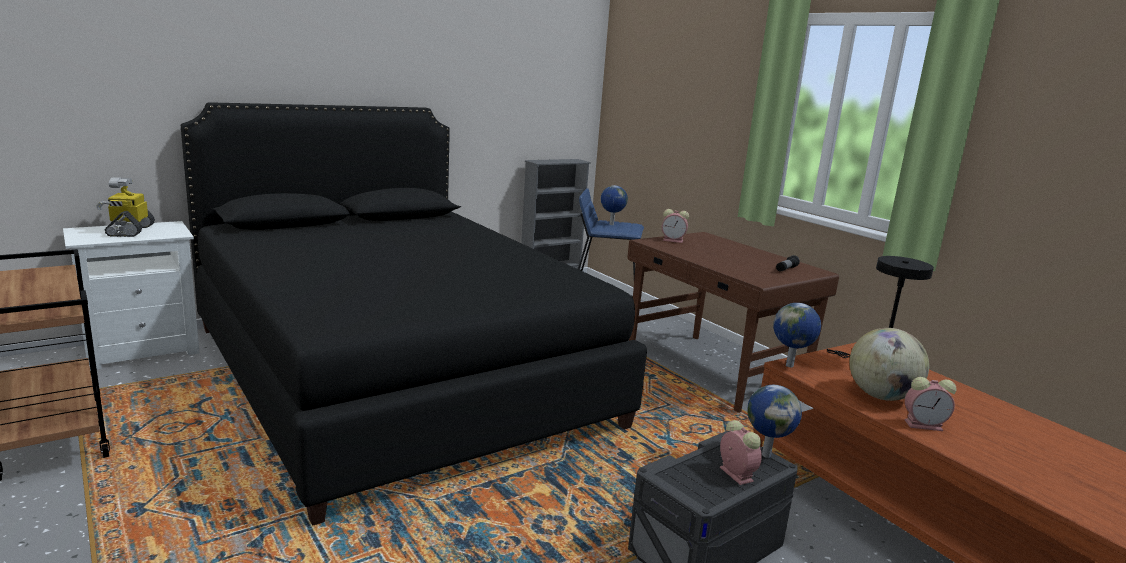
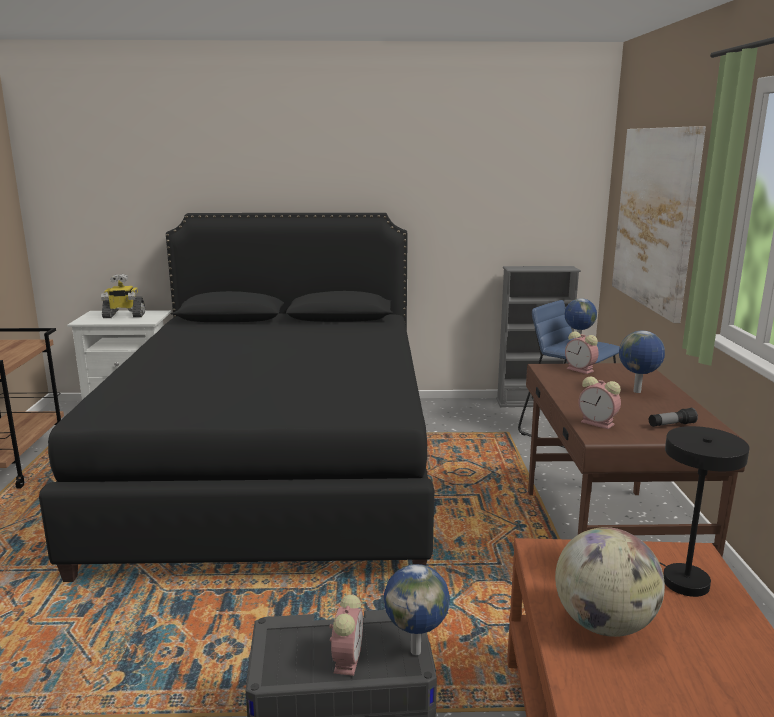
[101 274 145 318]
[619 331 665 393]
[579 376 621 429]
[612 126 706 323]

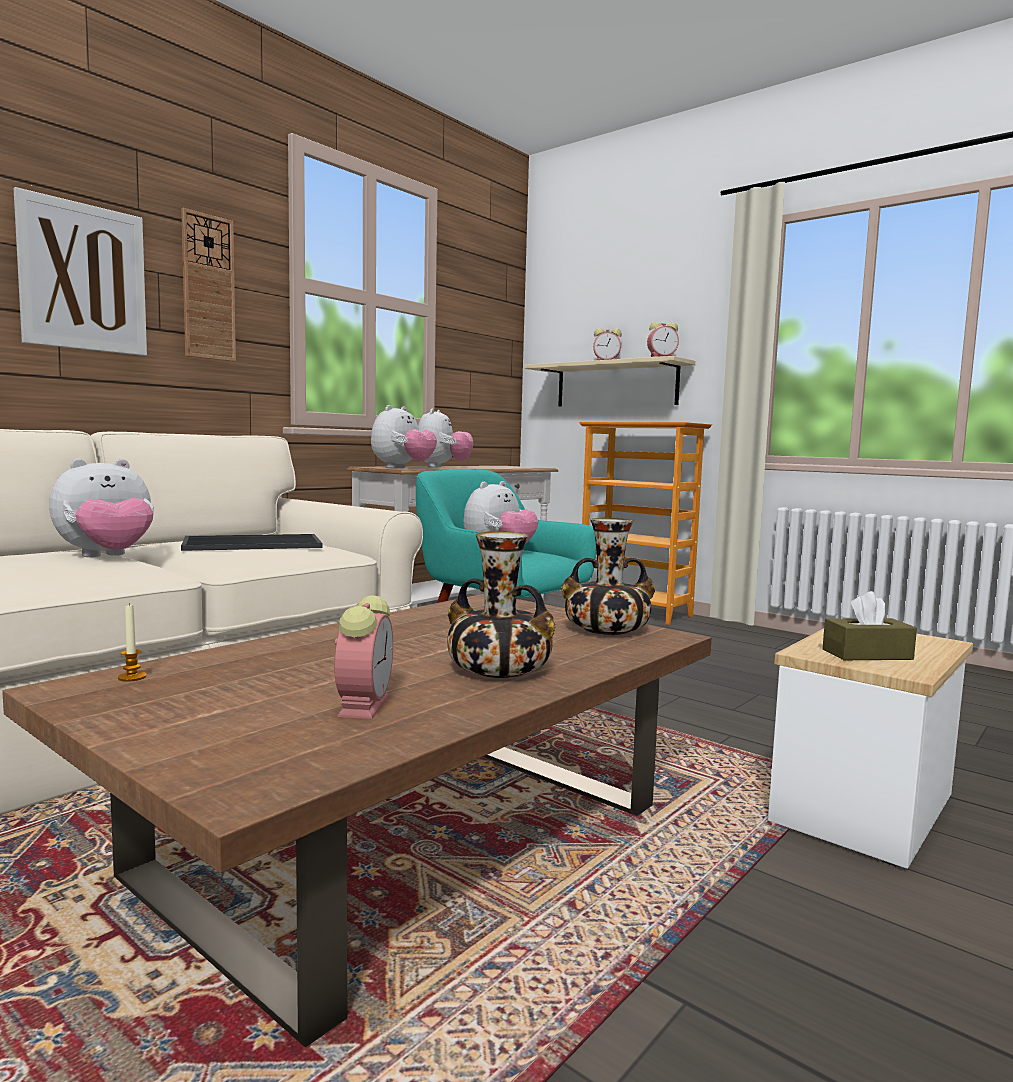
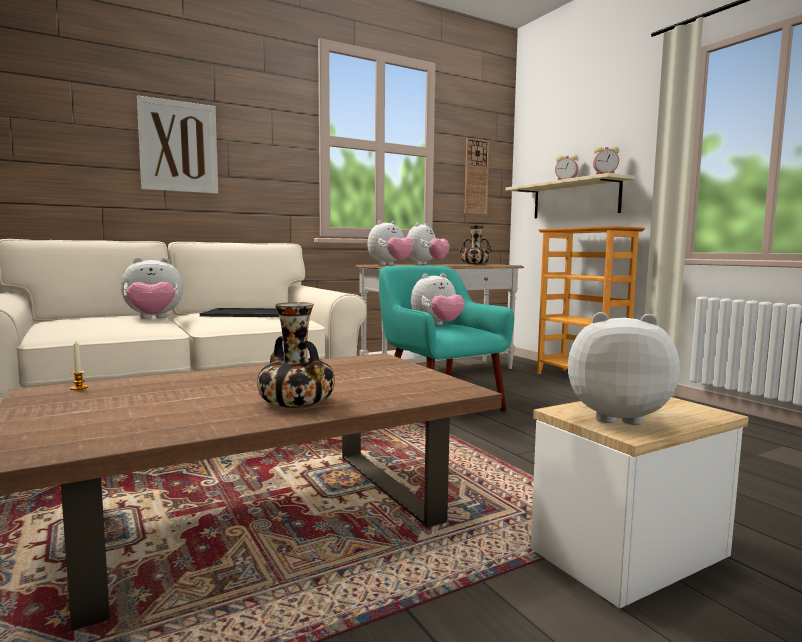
[464 138 489 215]
[459 225 493 265]
[568 312 680 425]
[334 596 393 719] (first image)

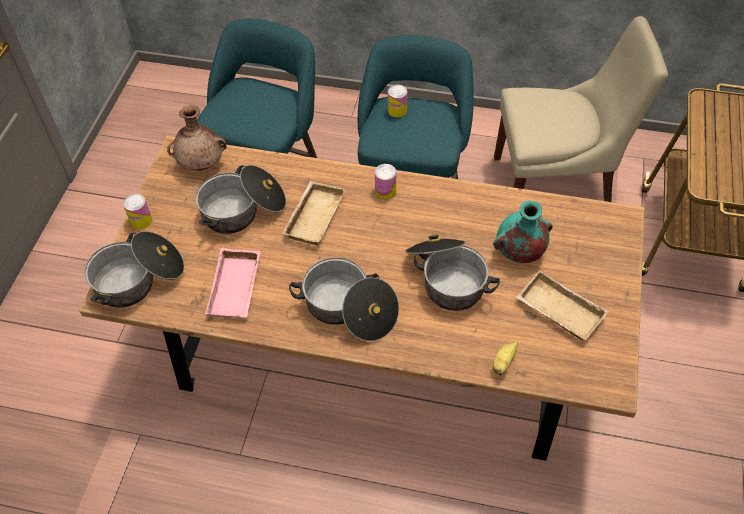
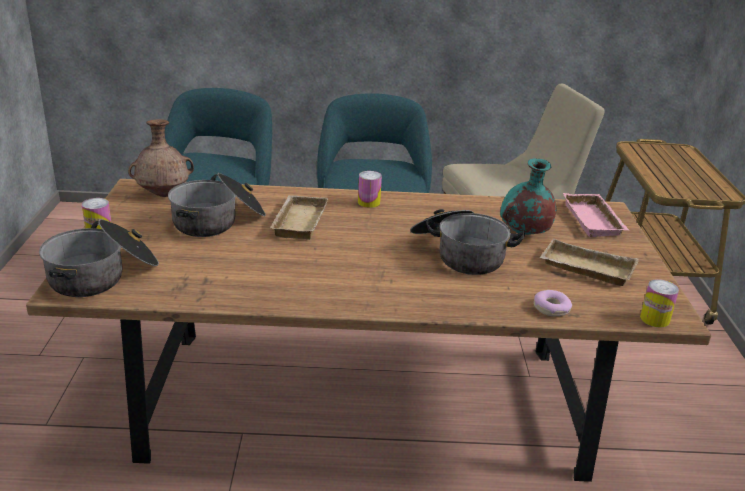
[640 279 679 328]
[563 193 629 237]
[289 257 399 341] (first image)
[534 290 572 316]

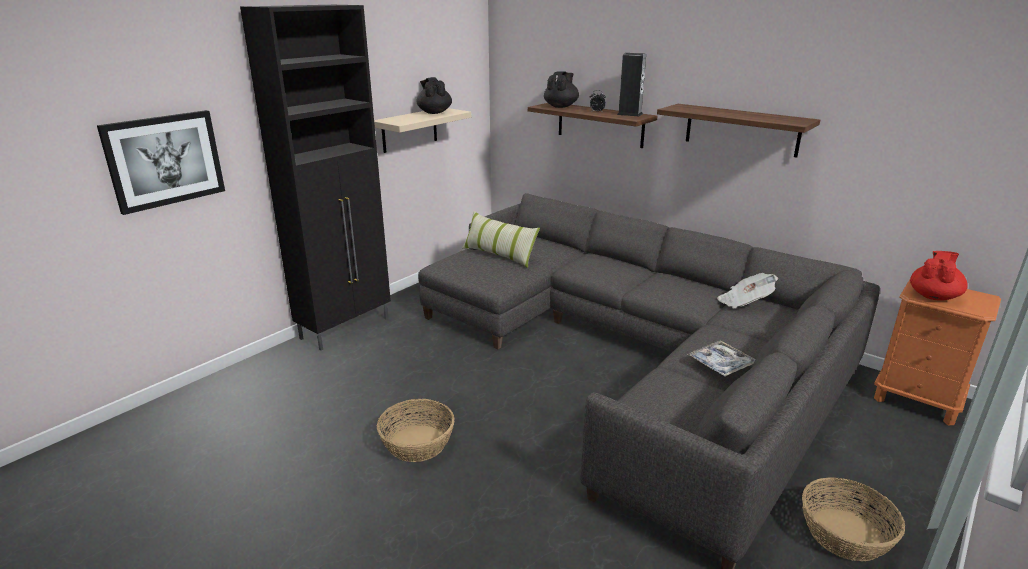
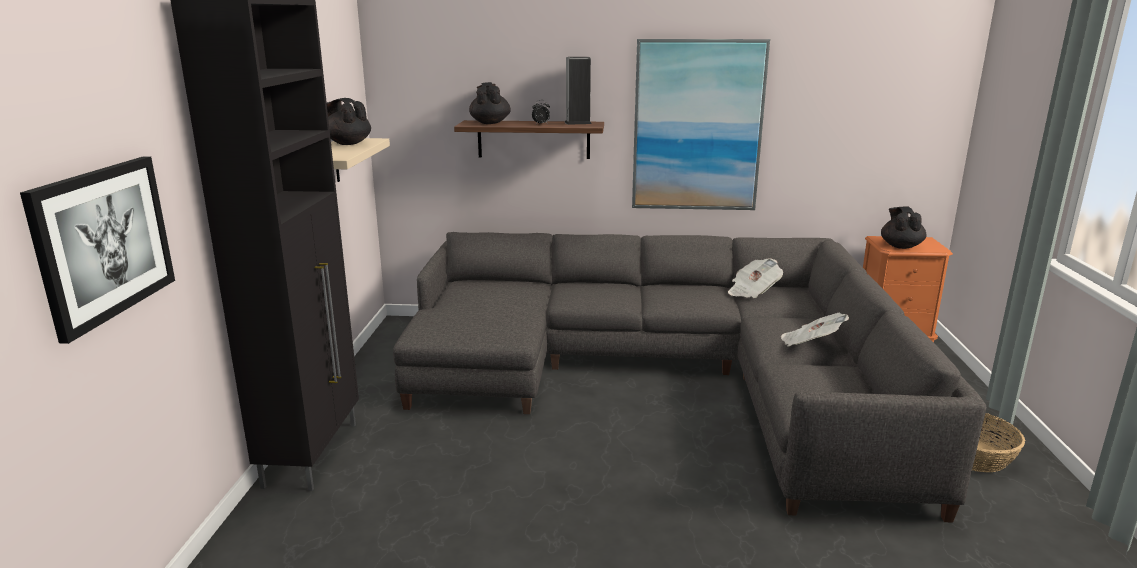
[632 39 770 210]
[462 211 540 268] (first image)
[881 207 926 249]
[781 313 849 347]
[377 399 455 462] (first image)

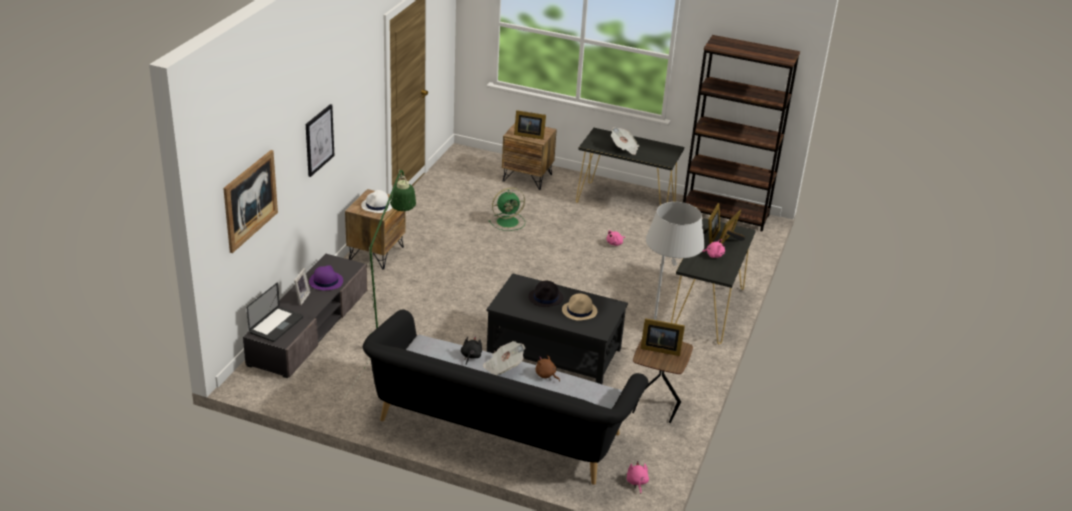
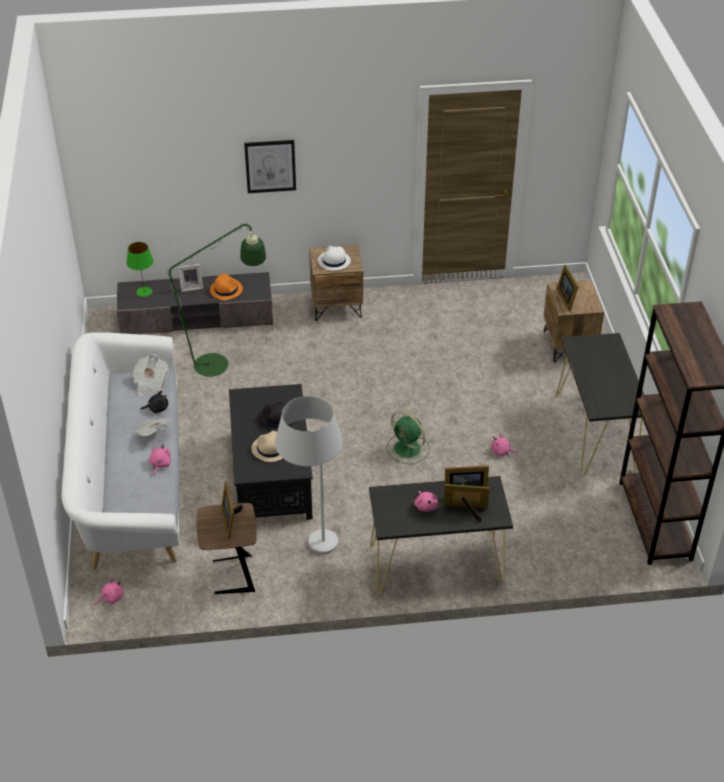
[132 354 169 396]
[223 150 278 253] (first image)
[386 411 430 464]
[210 274 243 300]
[127 242 154 297]
[62 332 179 570]
[149 445 171 476]

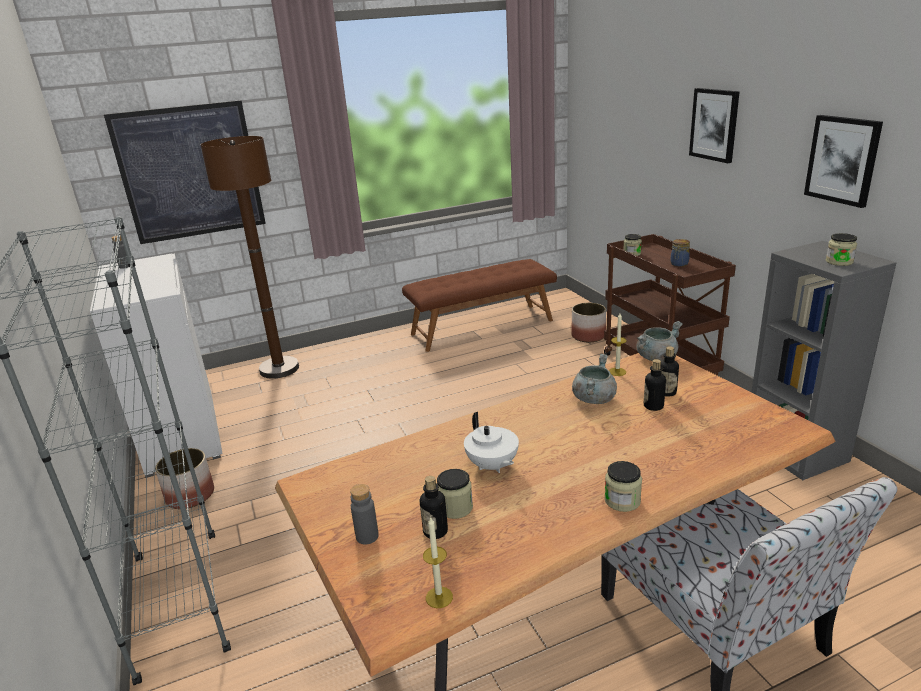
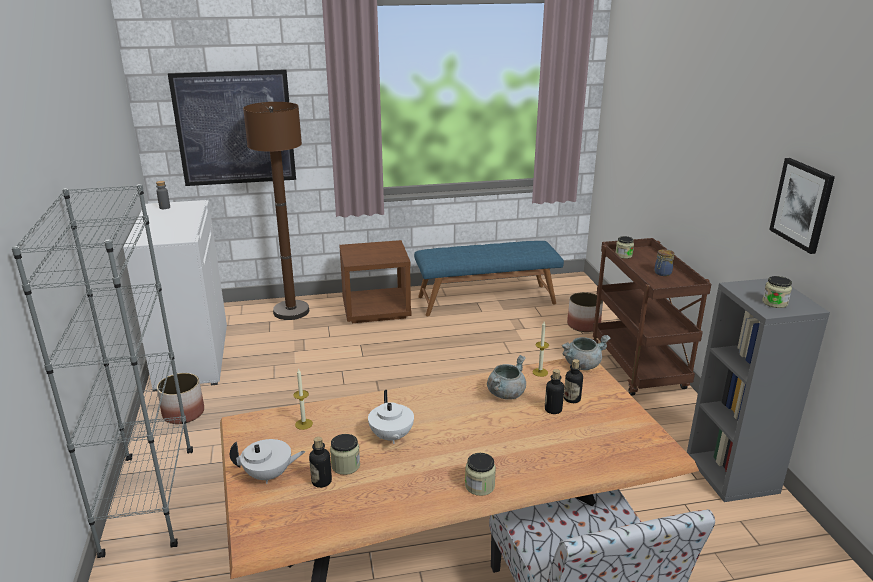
[689 88 740 163] (first image)
[414 241 564 316]
[230 439 305 484]
[293 368 313 430]
[339 240 412 323]

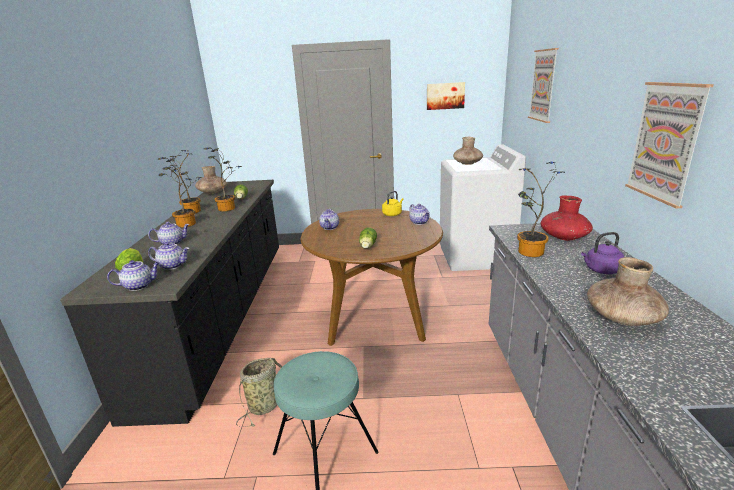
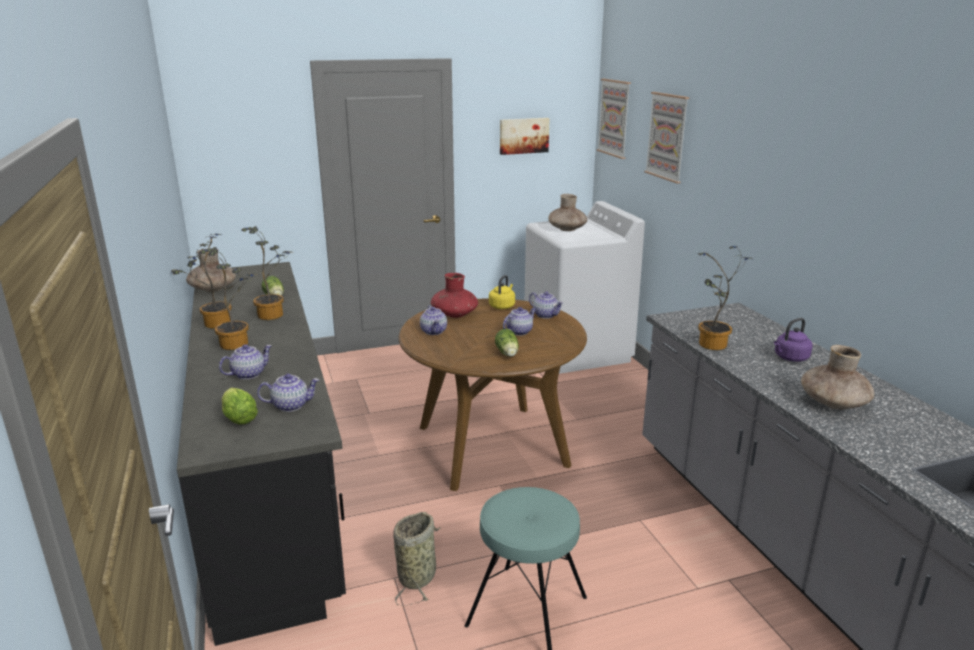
[597 79 631 159]
[431 273 478 318]
[503 307 536 336]

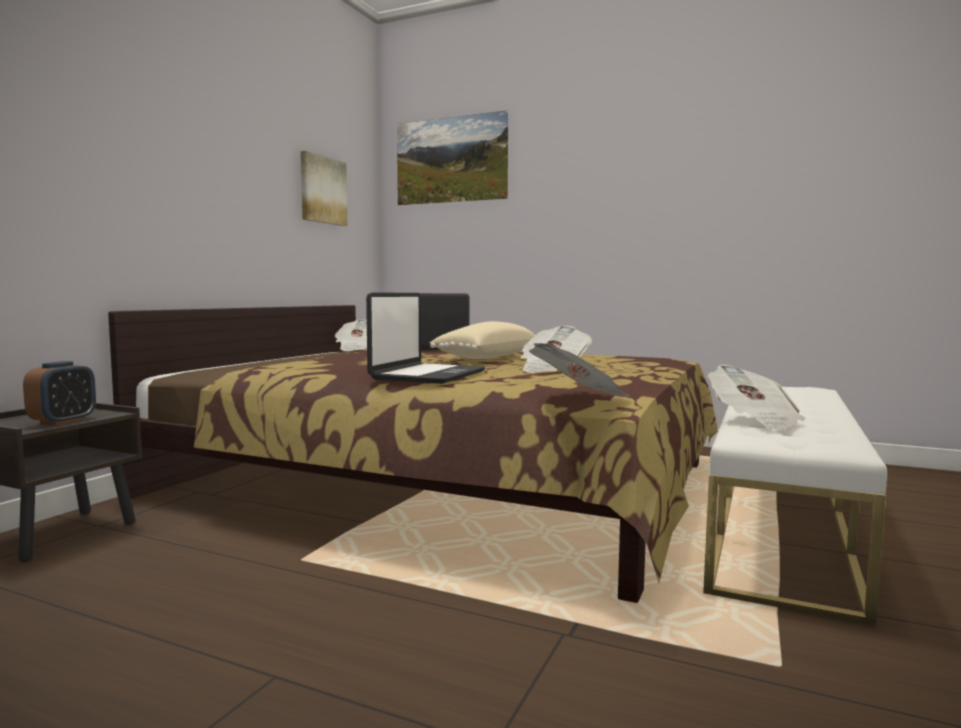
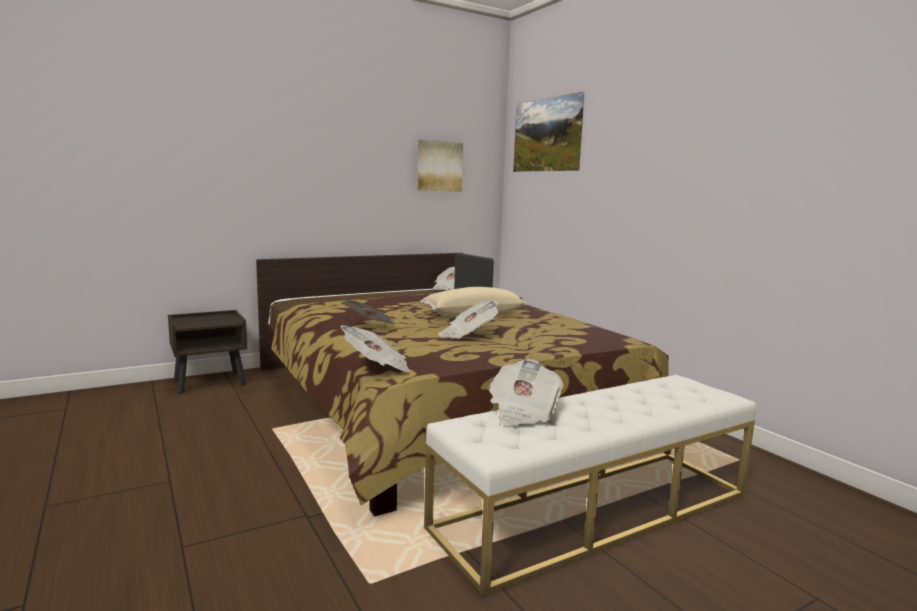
[341 300 397 324]
[23 361 96 425] (first image)

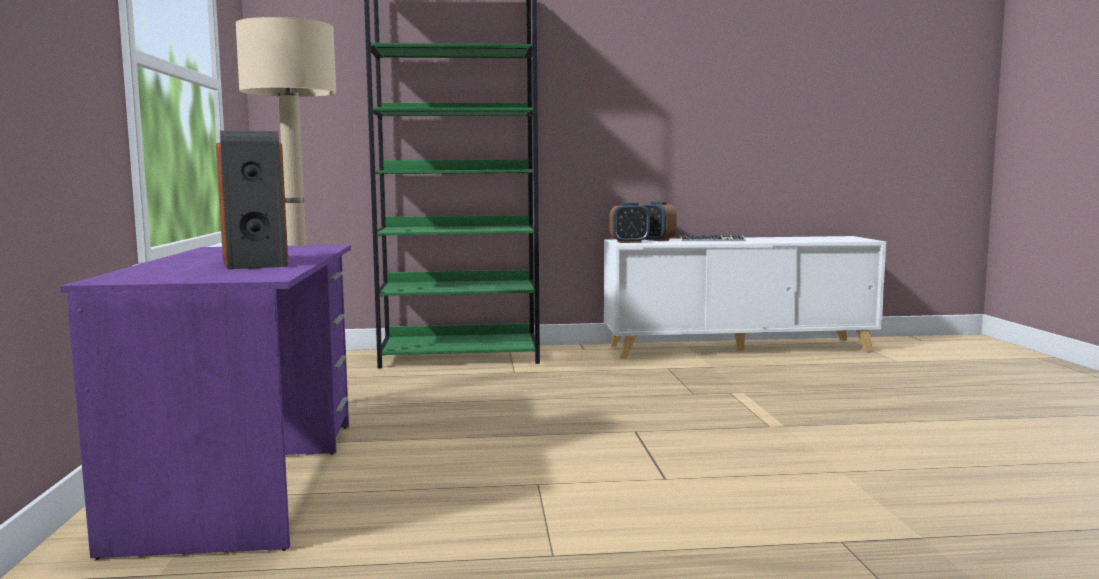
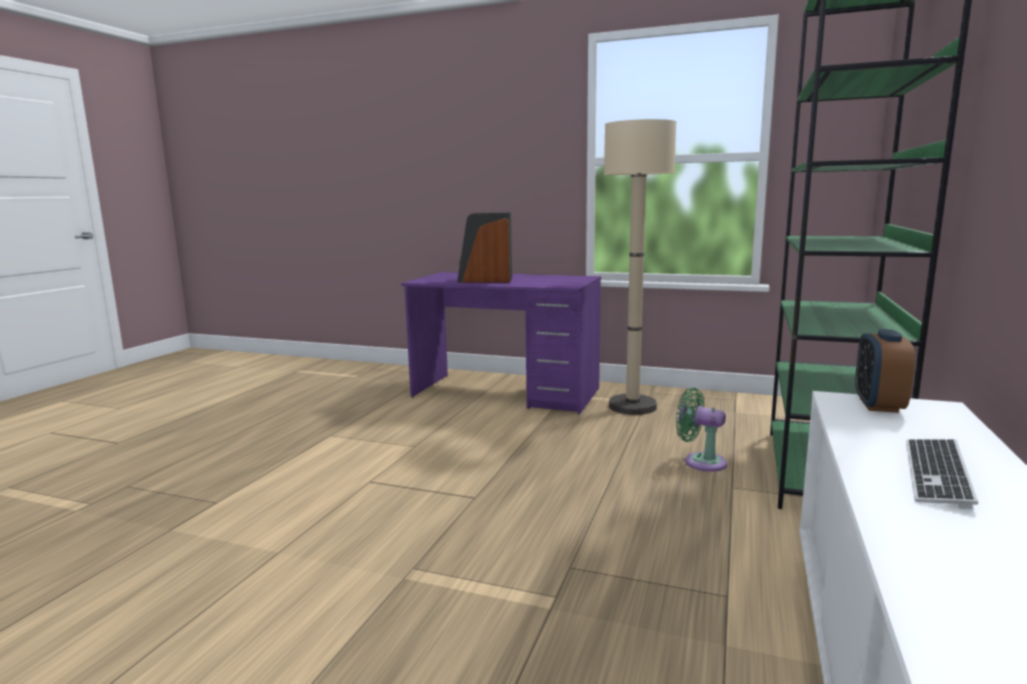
[643 201 677 241] (first image)
[676 388 727 472]

